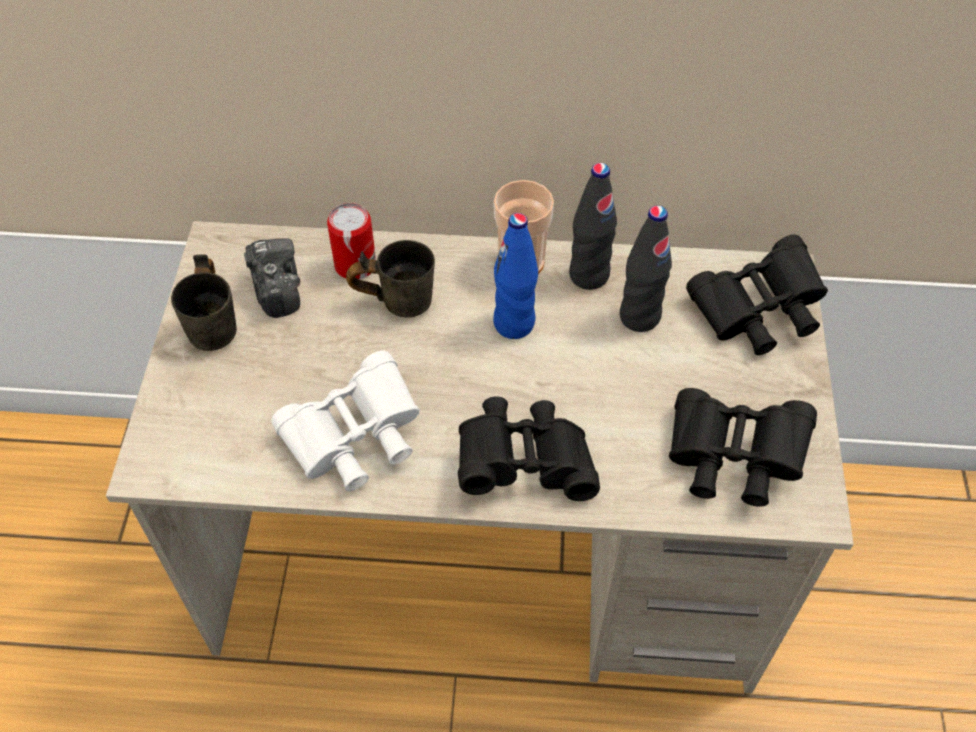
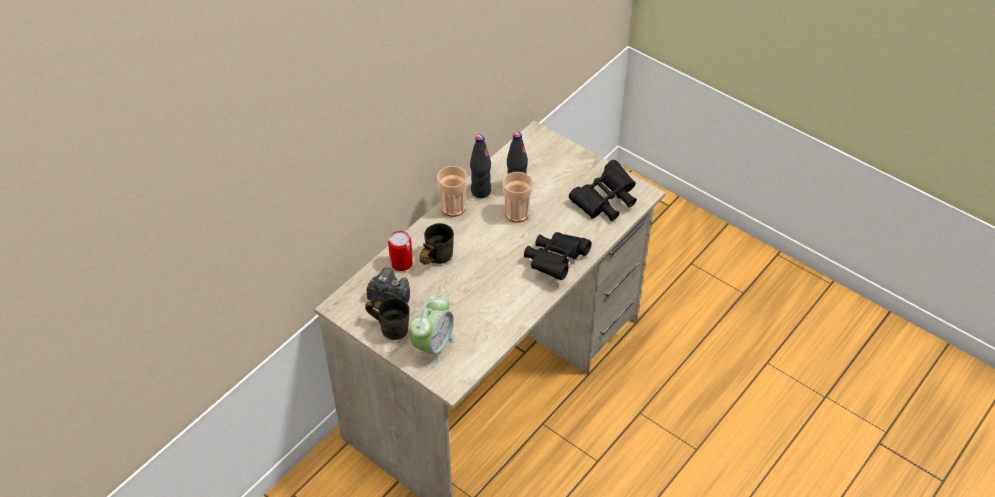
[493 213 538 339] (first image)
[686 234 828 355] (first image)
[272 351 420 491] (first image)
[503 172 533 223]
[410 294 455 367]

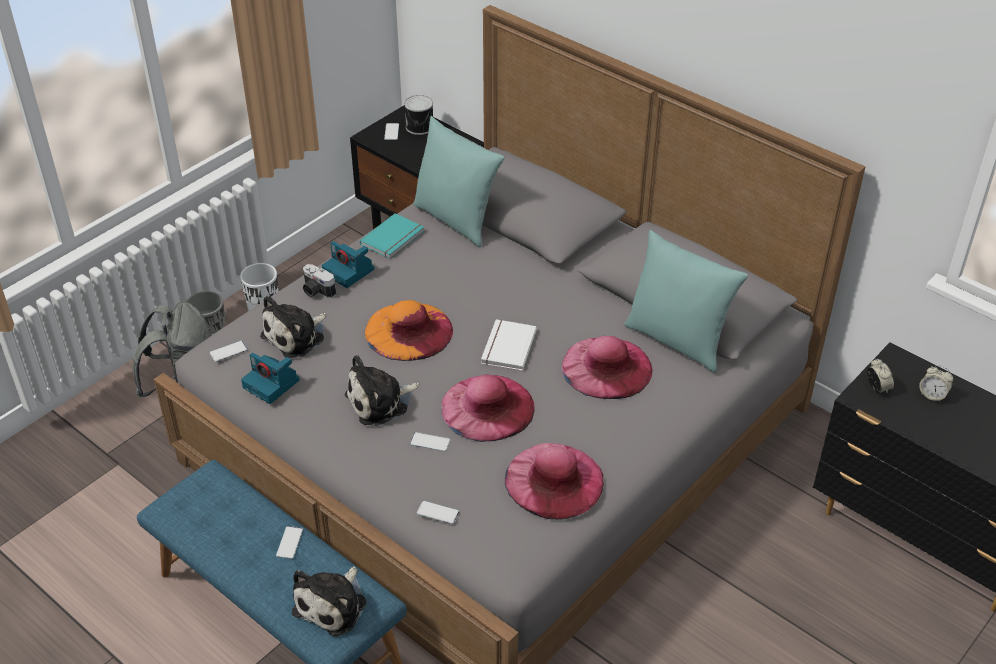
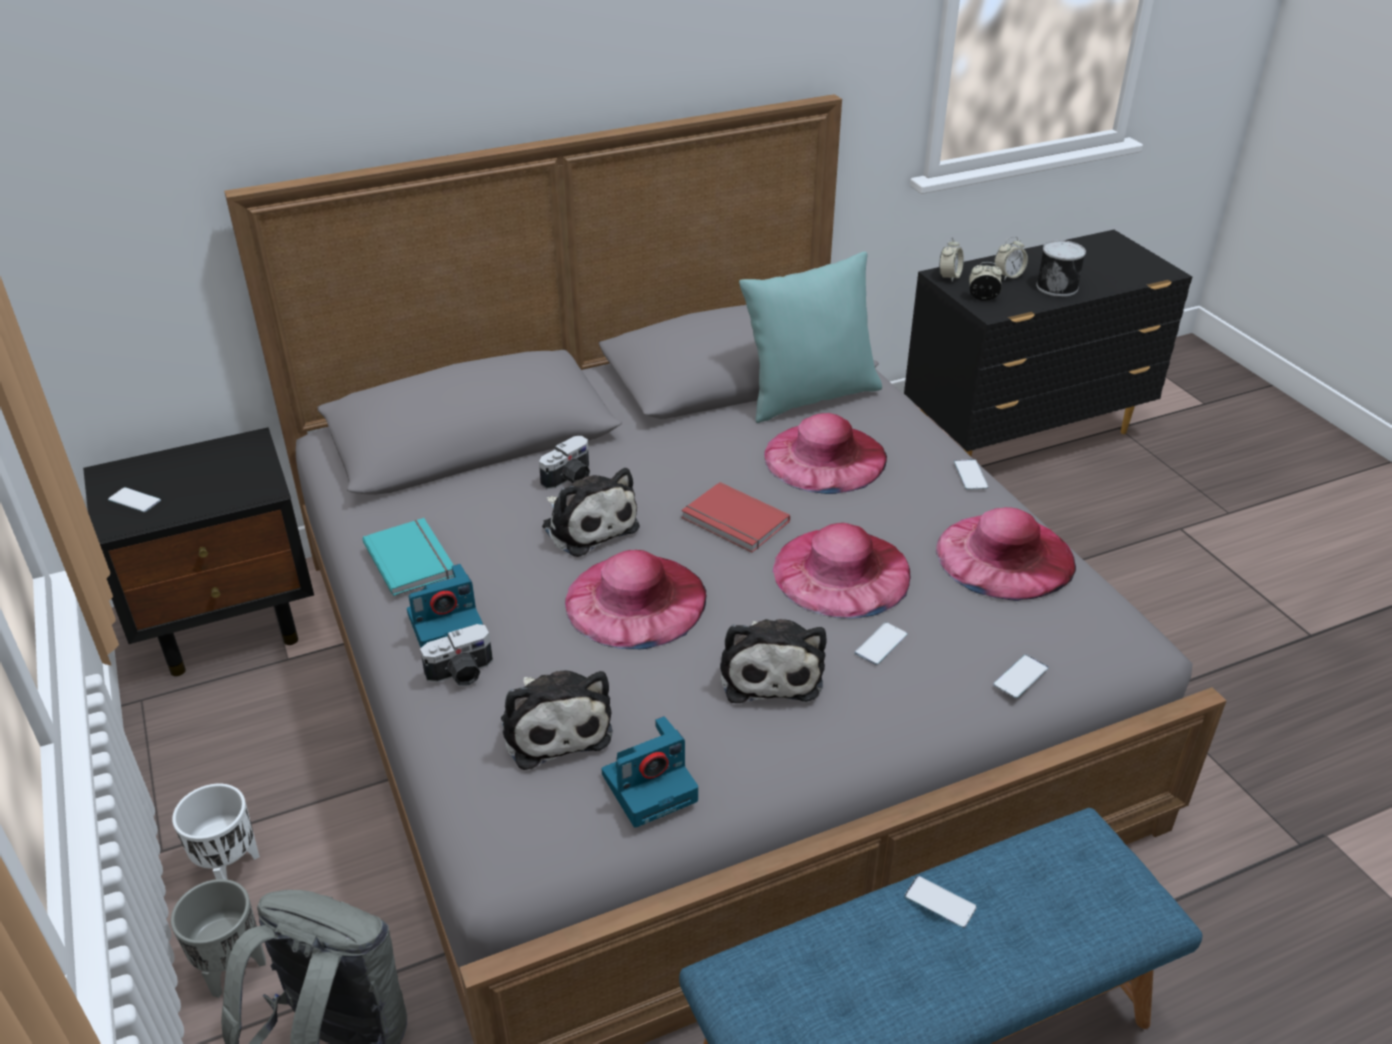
[1036 240 1086 297]
[413 116 504 248] (first image)
[565 550 706 649]
[681 482 790 552]
[954 459 988 490]
[542 468 640 557]
[939 237 964 282]
[539 436 590 489]

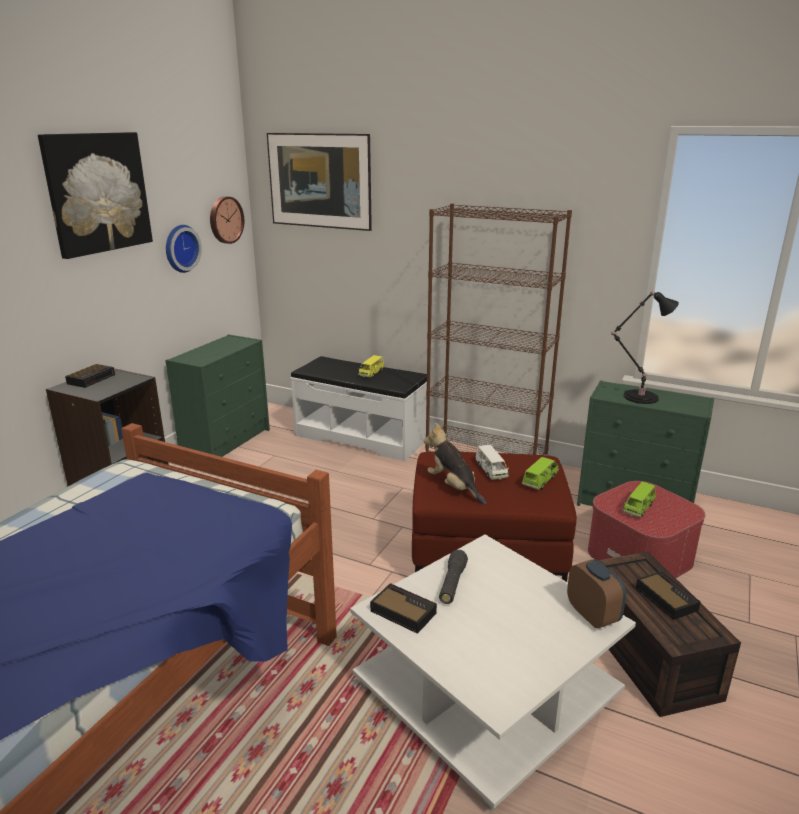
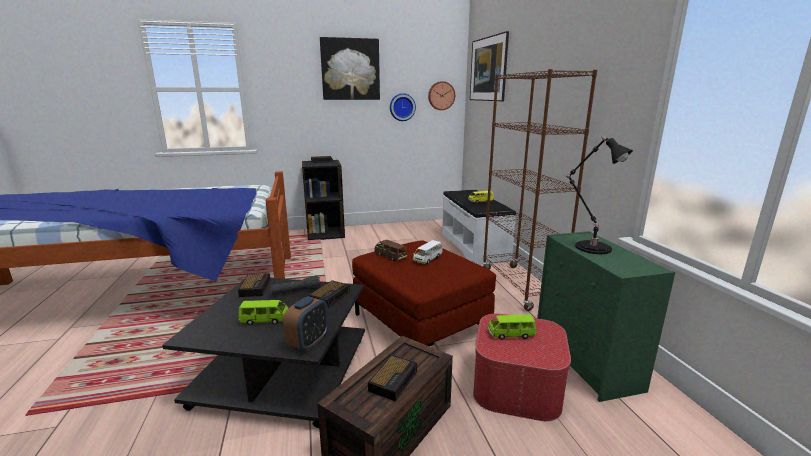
[165 334 270 457] (first image)
[374 240 408 261]
[238 300 288 325]
[162 278 365 428]
[308 280 350 308]

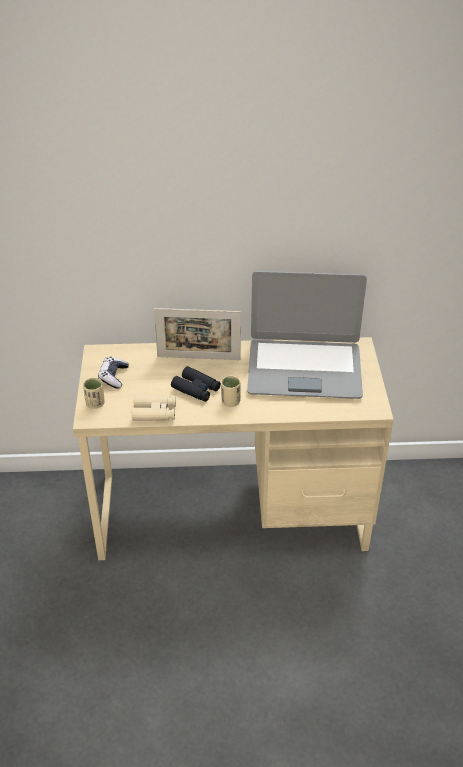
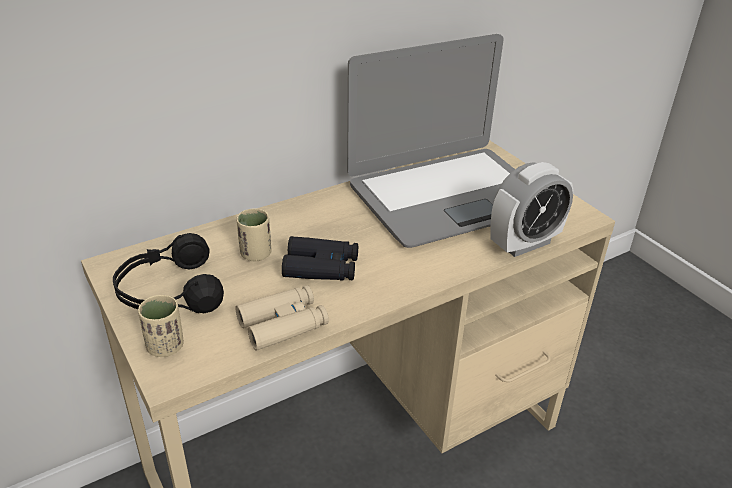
[154 308 241 360] (first image)
[113 233 224 313]
[236 208 272 261]
[490 162 573 257]

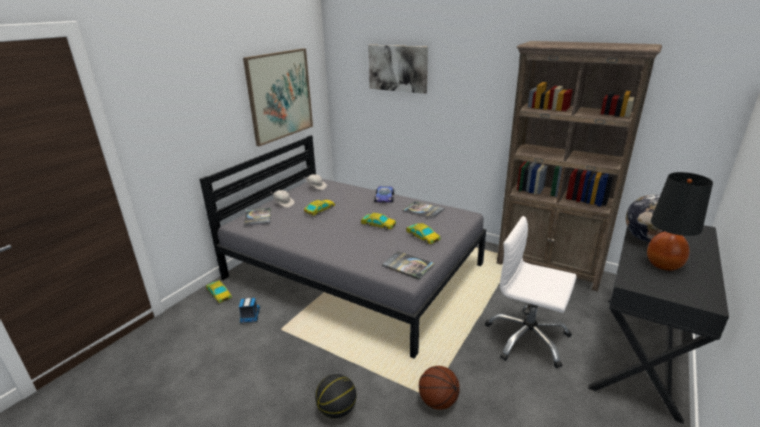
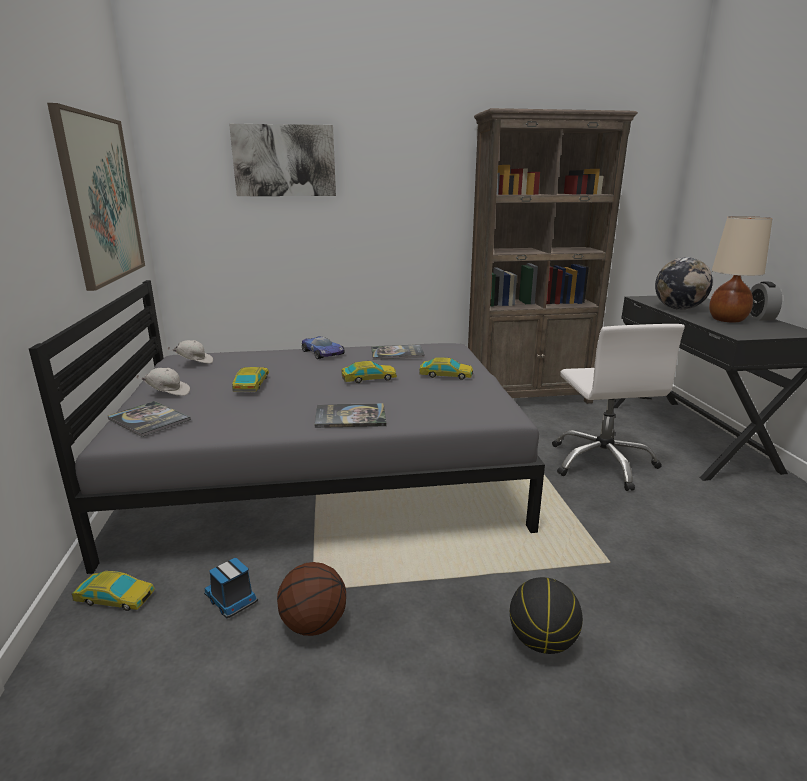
[709 216 773 323]
[552 324 685 491]
[315 403 386 428]
[277 562 346 636]
[748 282 782 321]

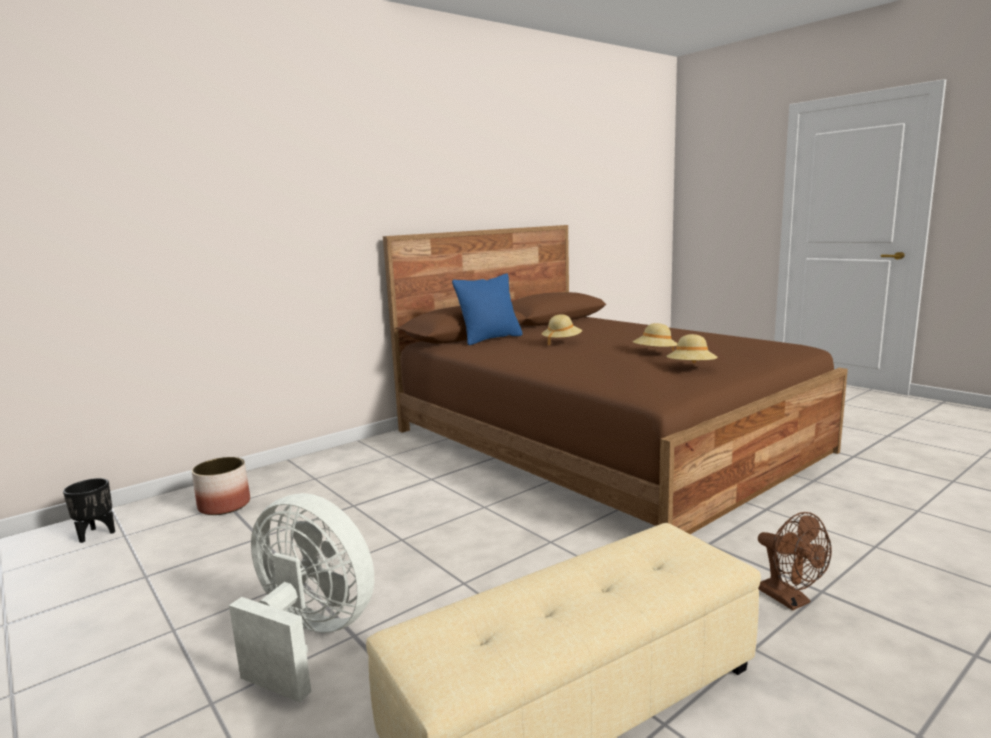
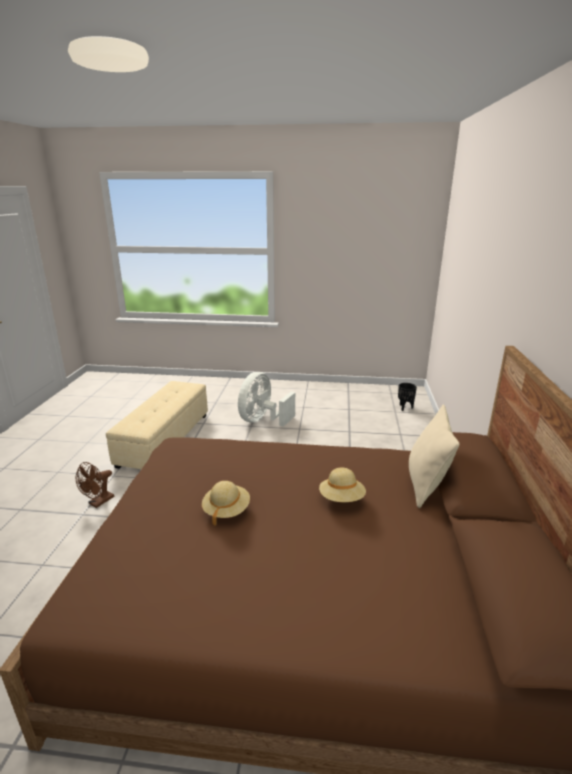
[409 404 460 508]
[667 334 718 363] (first image)
[192 457 250 515] (first image)
[238 372 295 427]
[75 462 114 508]

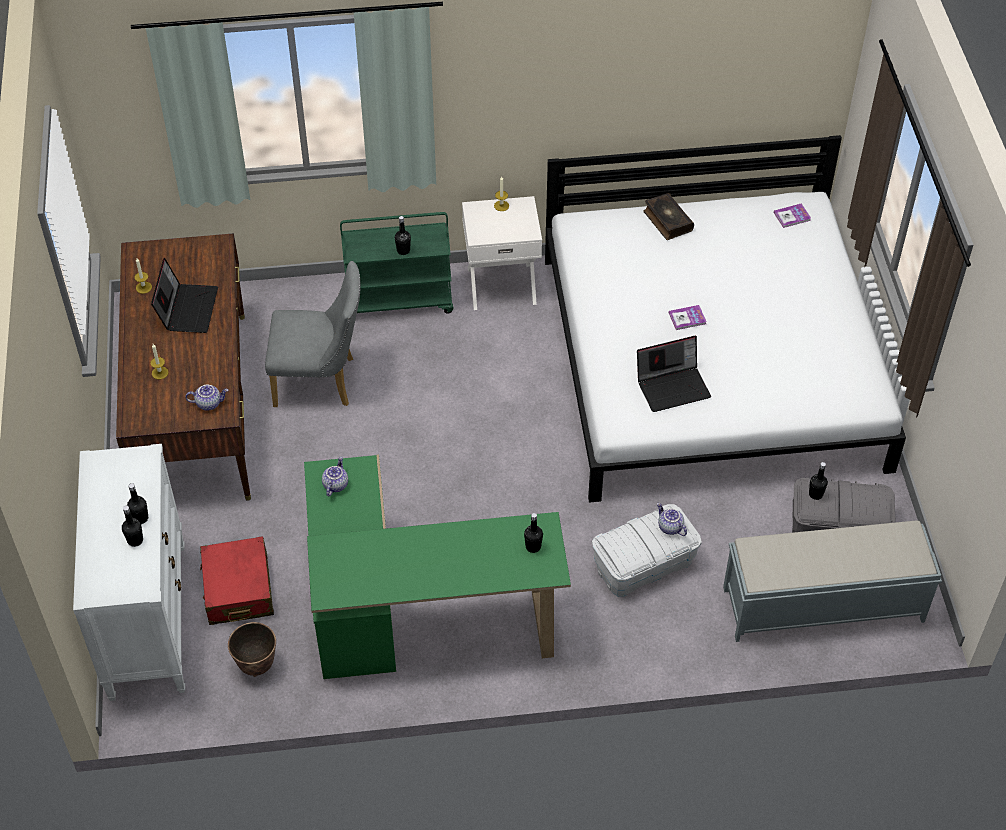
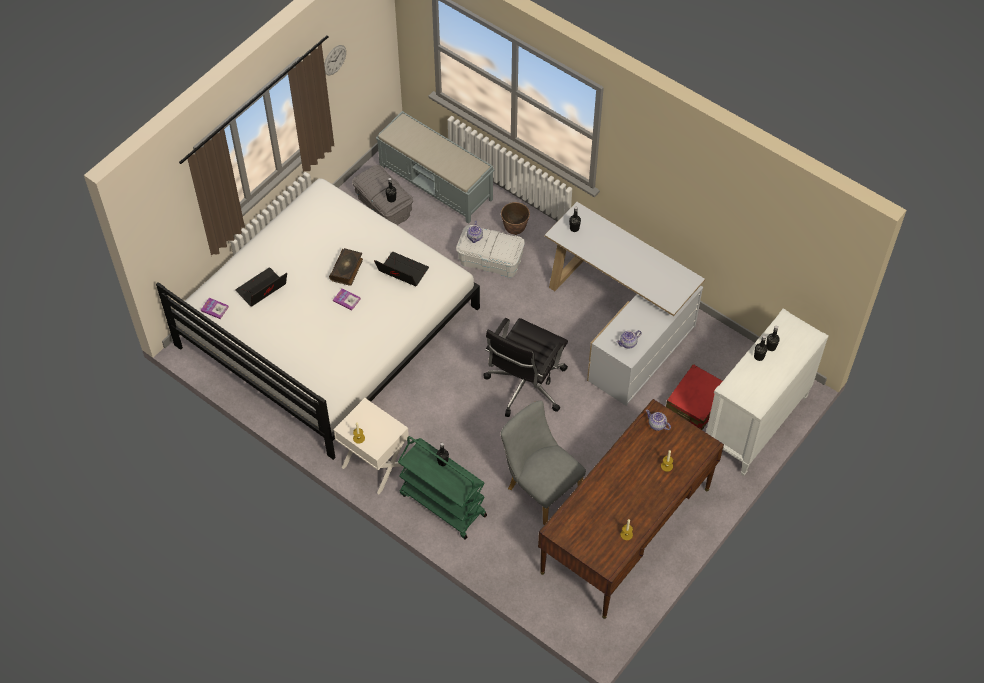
[329 248 363 286]
[235 267 287 307]
[545 202 705 406]
[501 202 530 235]
[324 45 346 75]
[483 318 568 417]

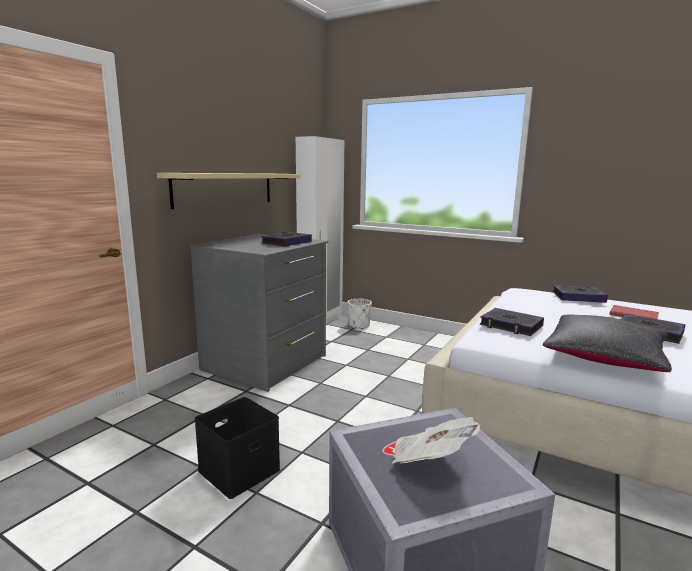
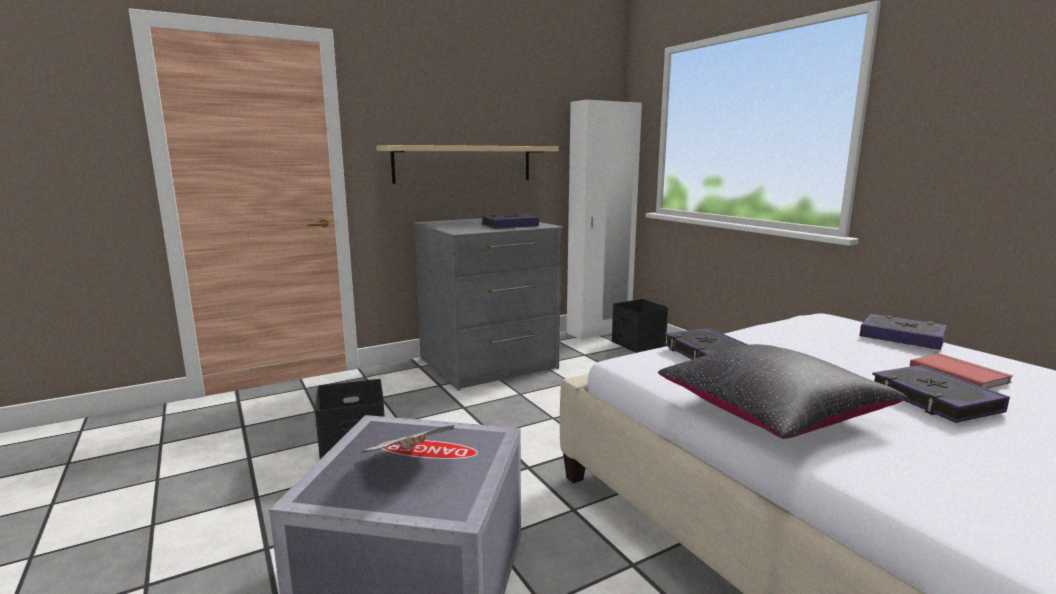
[612 299 668 353]

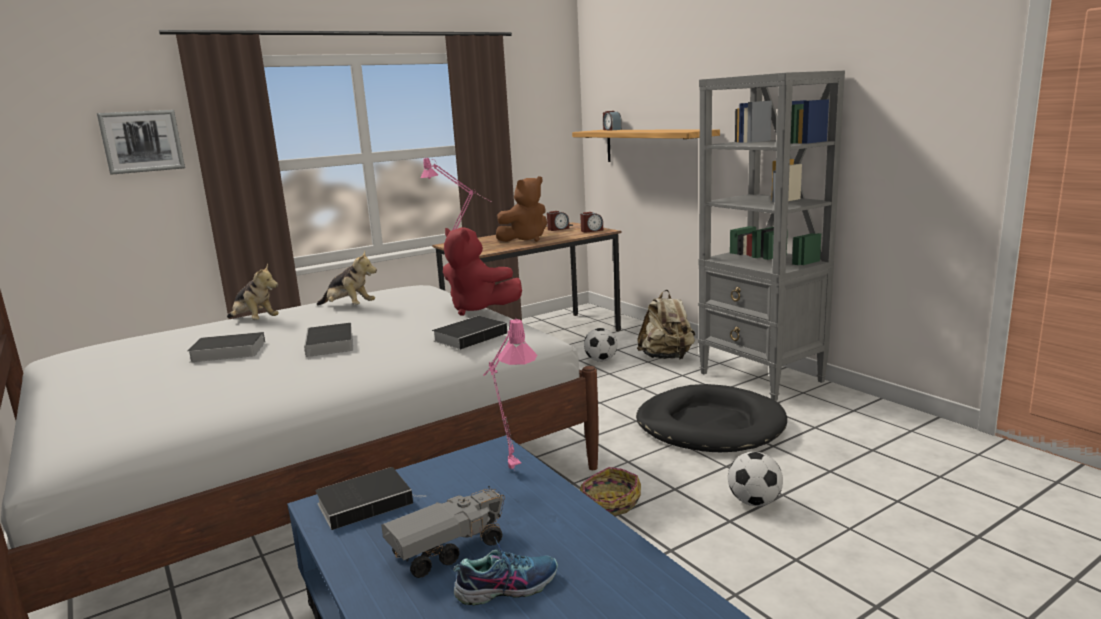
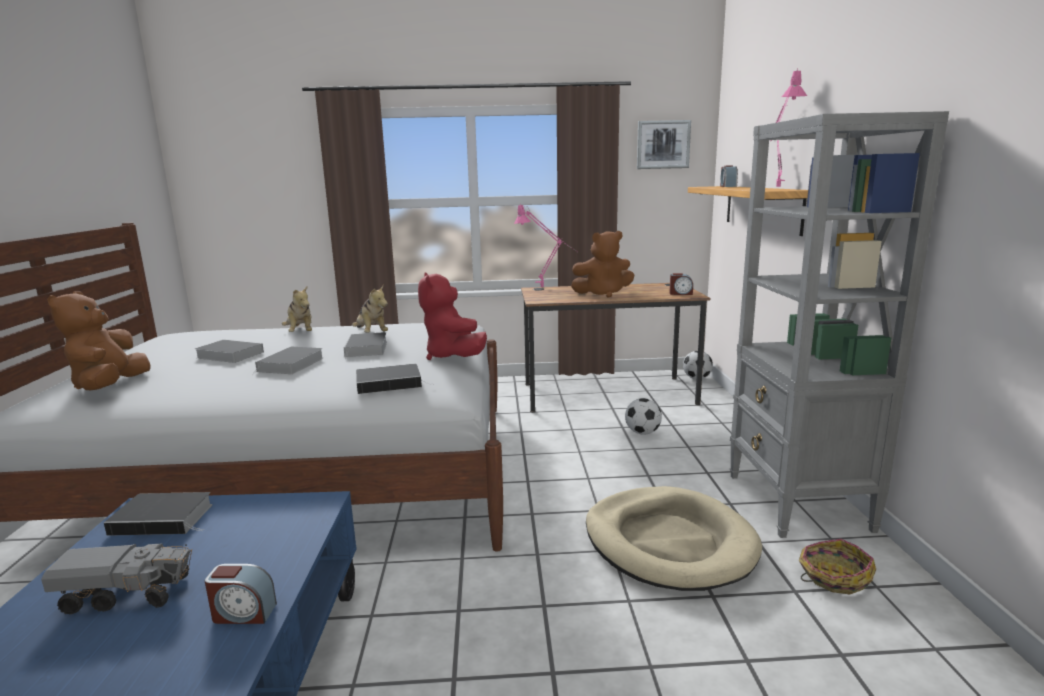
[637 120 691 169]
[205 564 277 624]
[637 290 695 359] (first image)
[771 69 807 187]
[586 486 762 591]
[683 351 713 379]
[799 539 876 594]
[453 537 558 606] (first image)
[47 291 150 390]
[344 332 387 359]

